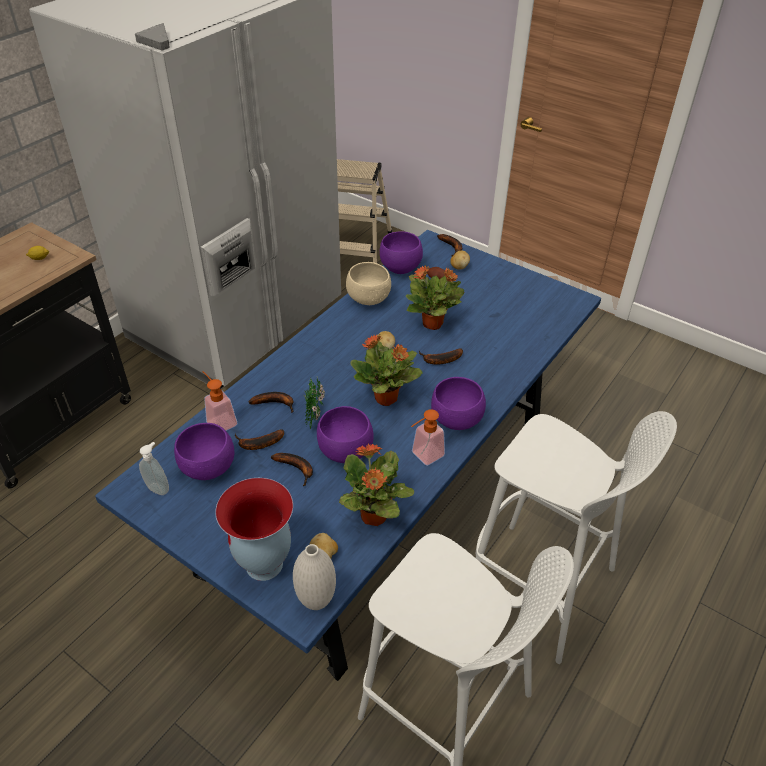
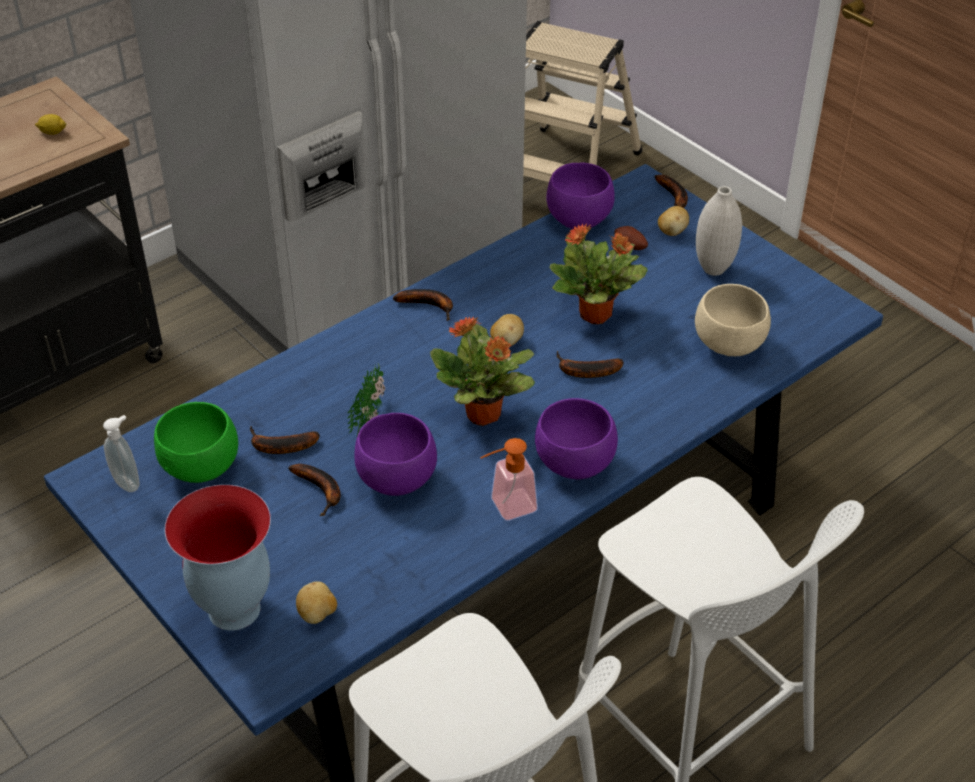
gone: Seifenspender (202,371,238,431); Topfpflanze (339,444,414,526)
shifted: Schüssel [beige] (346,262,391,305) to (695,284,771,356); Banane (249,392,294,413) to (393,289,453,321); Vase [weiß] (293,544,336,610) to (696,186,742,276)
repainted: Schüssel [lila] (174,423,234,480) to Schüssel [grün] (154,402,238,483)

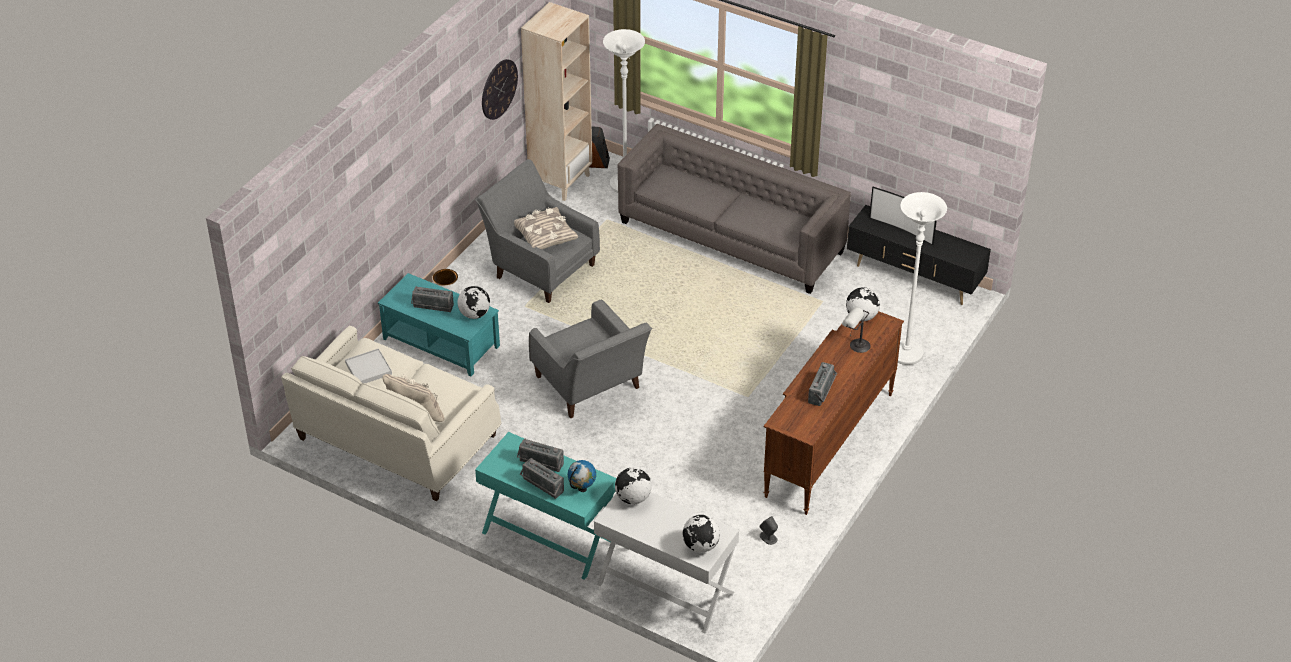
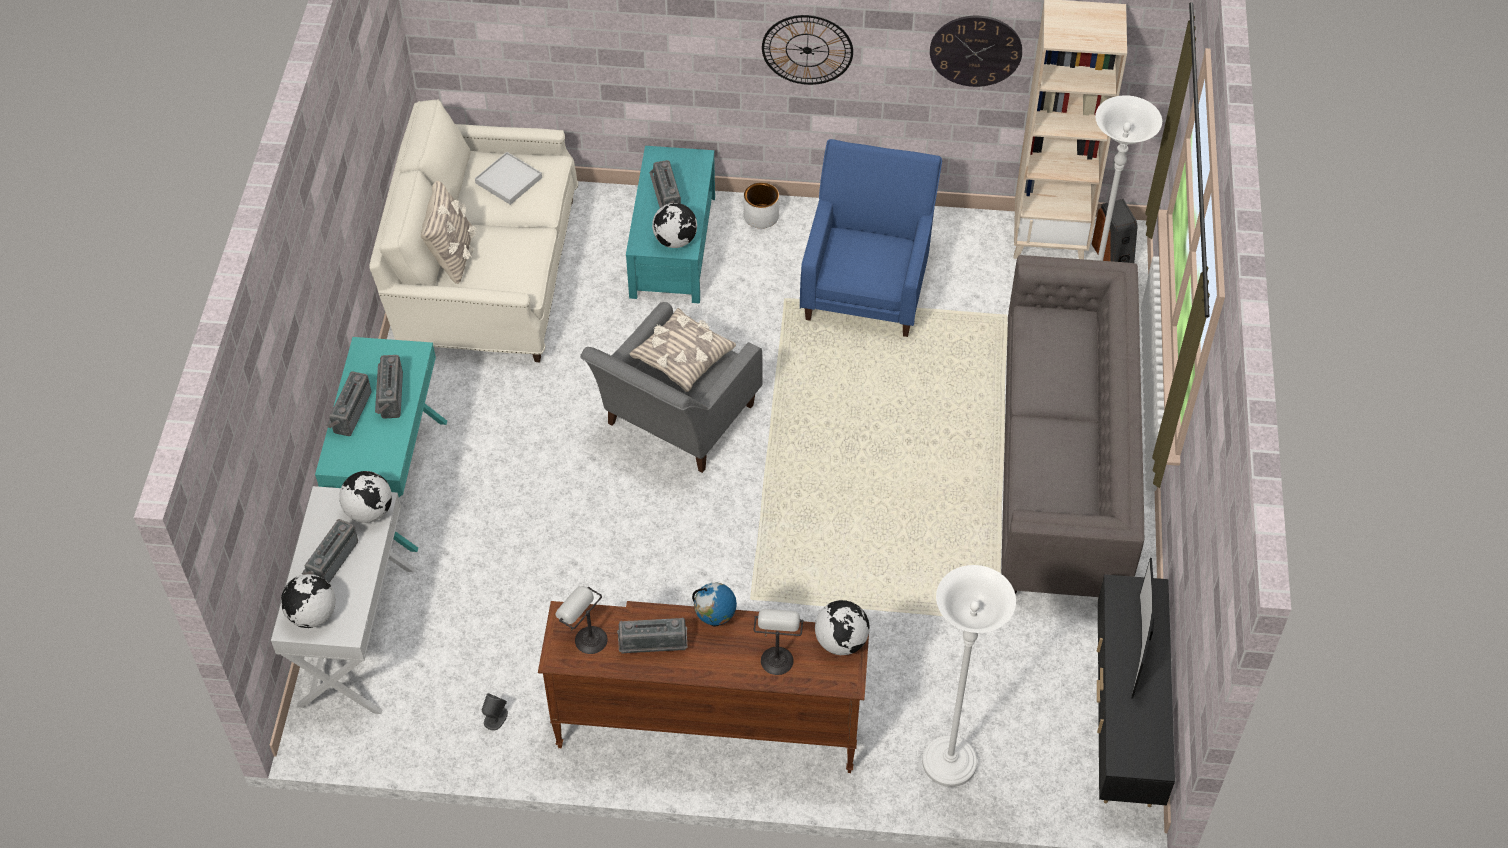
new: Wanduhr (762,15,853,85); Radio (302,519,358,583); Tischlampe (555,586,608,654)
shifted: Kissen [beige] (514,207,578,249) to (630,308,736,392); Globus (568,460,596,492) to (692,583,737,627)
repainted: Sessel [grau] (475,159,600,303) to Sessel [blau] (800,139,942,337)

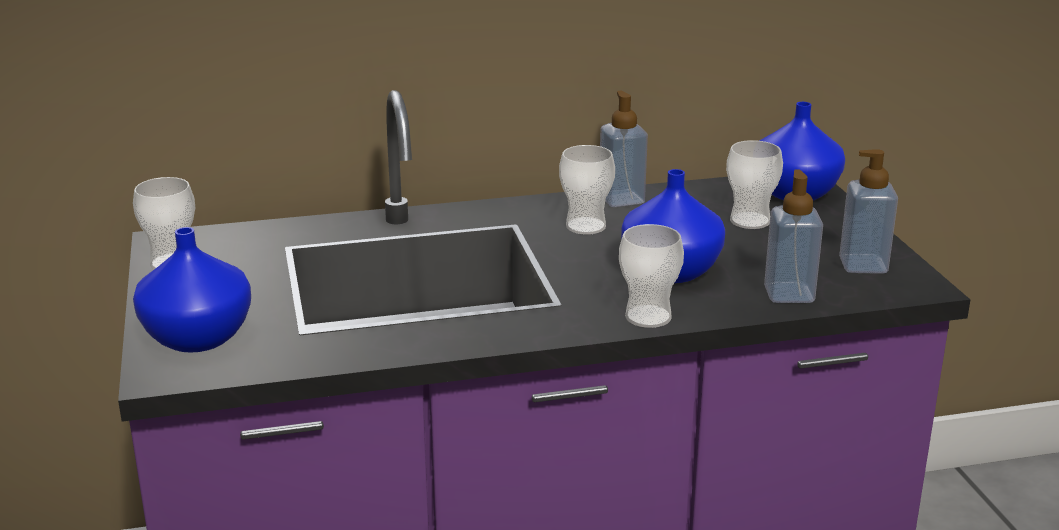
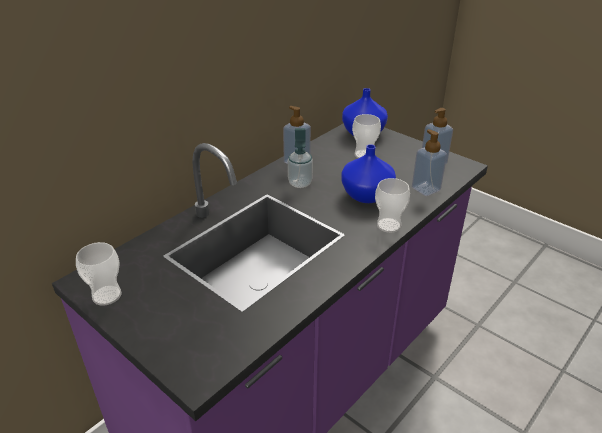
gone: Vase [blau] (133,227,251,353)
swapped: Tasse (559,145,615,235) to Seifenspender (288,128,313,188)

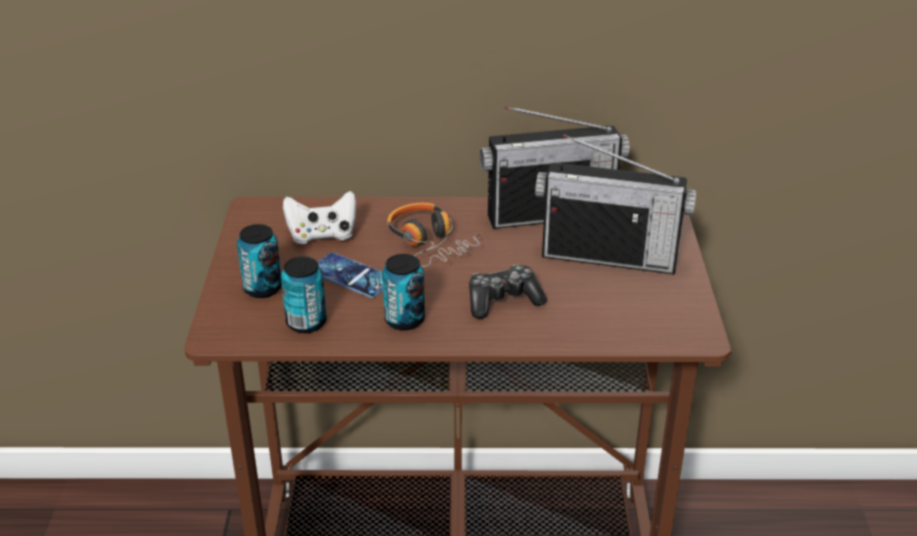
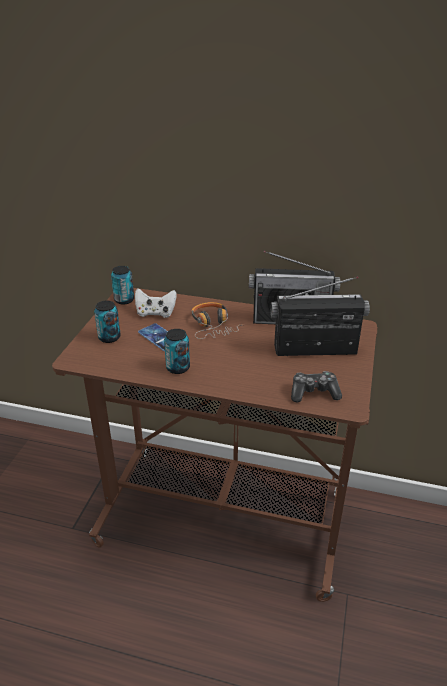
shifted: Dose (281,256,327,333) to (111,266,134,305); Gamepad (469,265,547,319) to (291,371,342,402)
rotated: Radio (535,134,697,274) = (271,276,370,356) 150 degrees clockwise

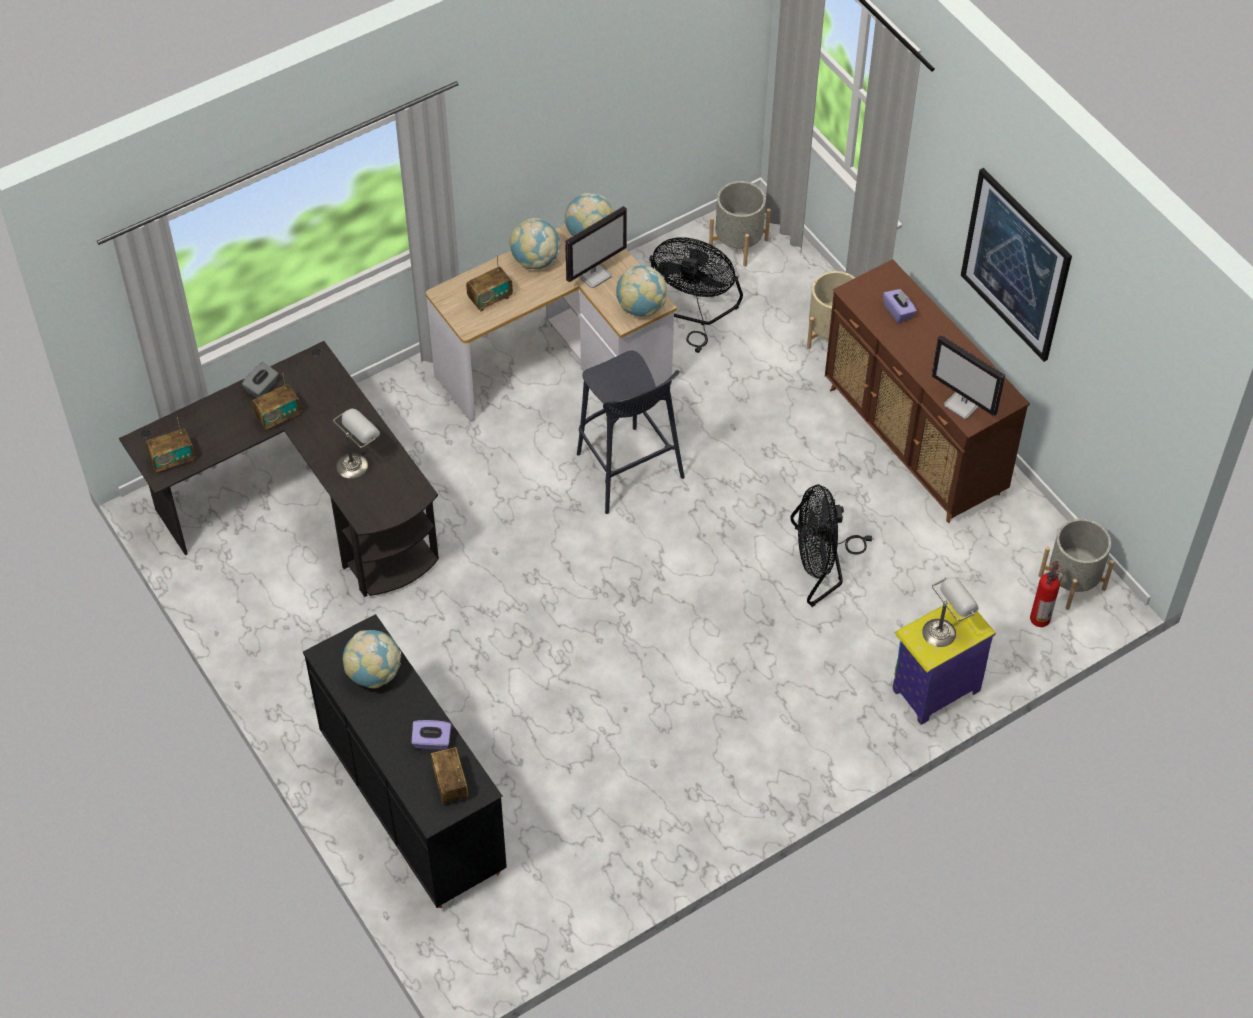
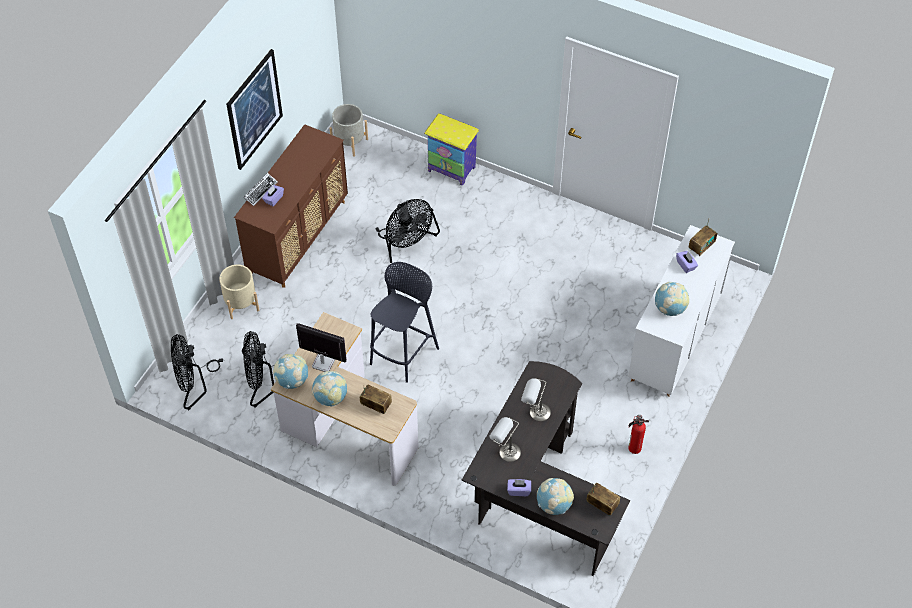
gone: Monitor (932,335,1005,419); Radio (252,373,301,430)
new: Tastatur (243,173,278,206)
shifted: Globus (616,266,667,317) to (537,478,574,515); Feuerlöscher (1030,560,1064,627) to (628,415,649,454); Tischlampe [weiß] (922,577,979,647) to (489,417,521,462)
swapped: Pflanzkübel [grau] (709,181,771,267) to Ventilator [schwarz] (171,334,224,410)
repainted: Taschentuchbox [grau] (242,362,278,398) to Taschentuchbox [lila] (507,479,531,496); Schrank [schwarz] (303,614,507,908) to Schrank [weiß] (628,225,735,397)

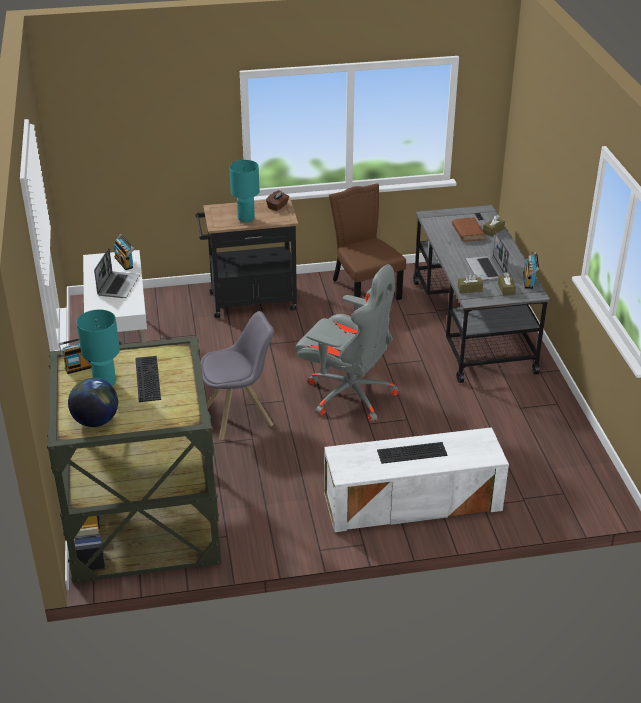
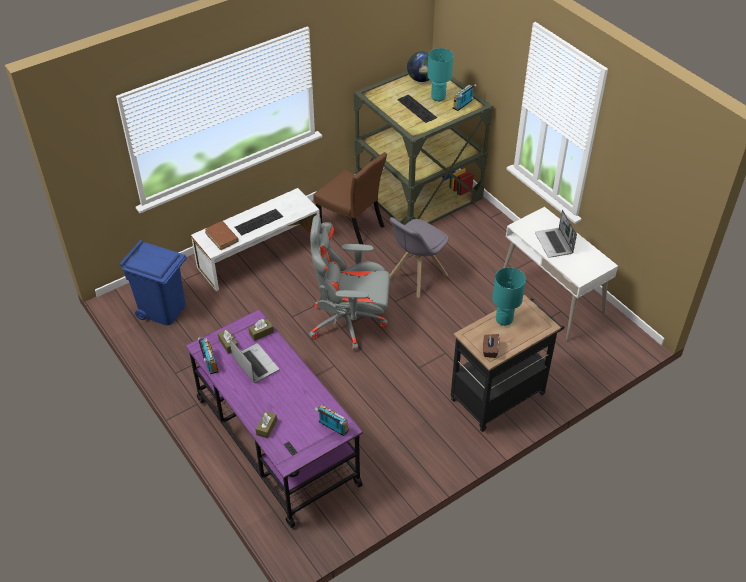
new: Mülleimer [blau] (120,240,187,325)
shifted: Stuhl [braun] (329,183,406,311) to (313,152,387,244); Buch [braun] (452,217,485,241) to (205,221,239,250); Radio (114,234,134,270) to (315,405,349,436)
repainted: Schreibtisch [grau] (413,205,551,383) to Schreibtisch [lila] (185,309,363,528)

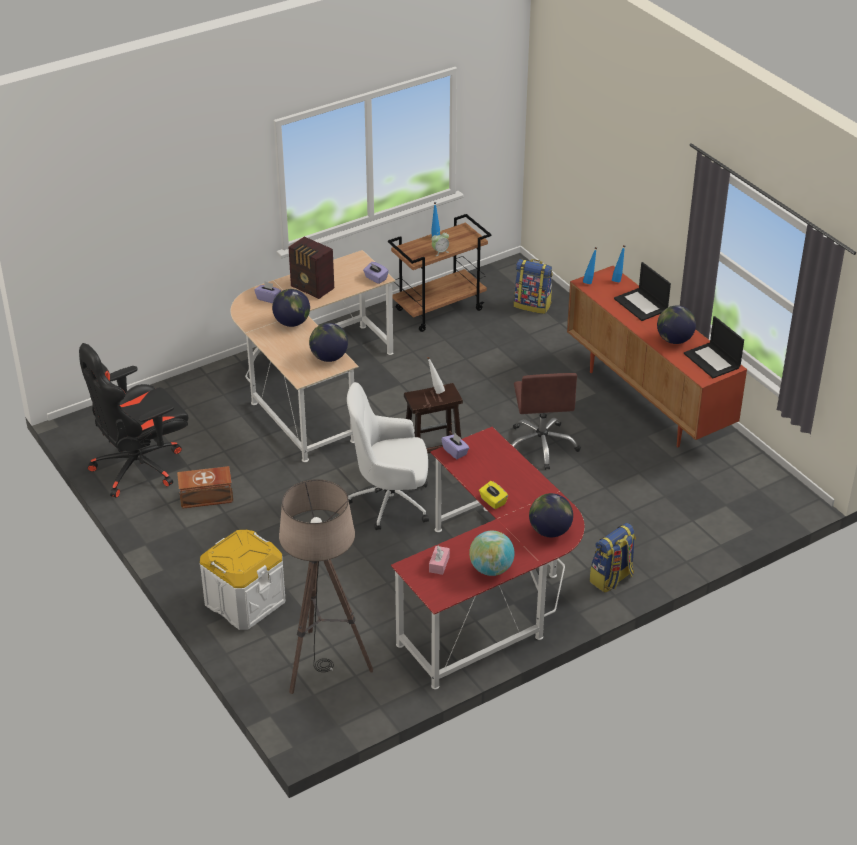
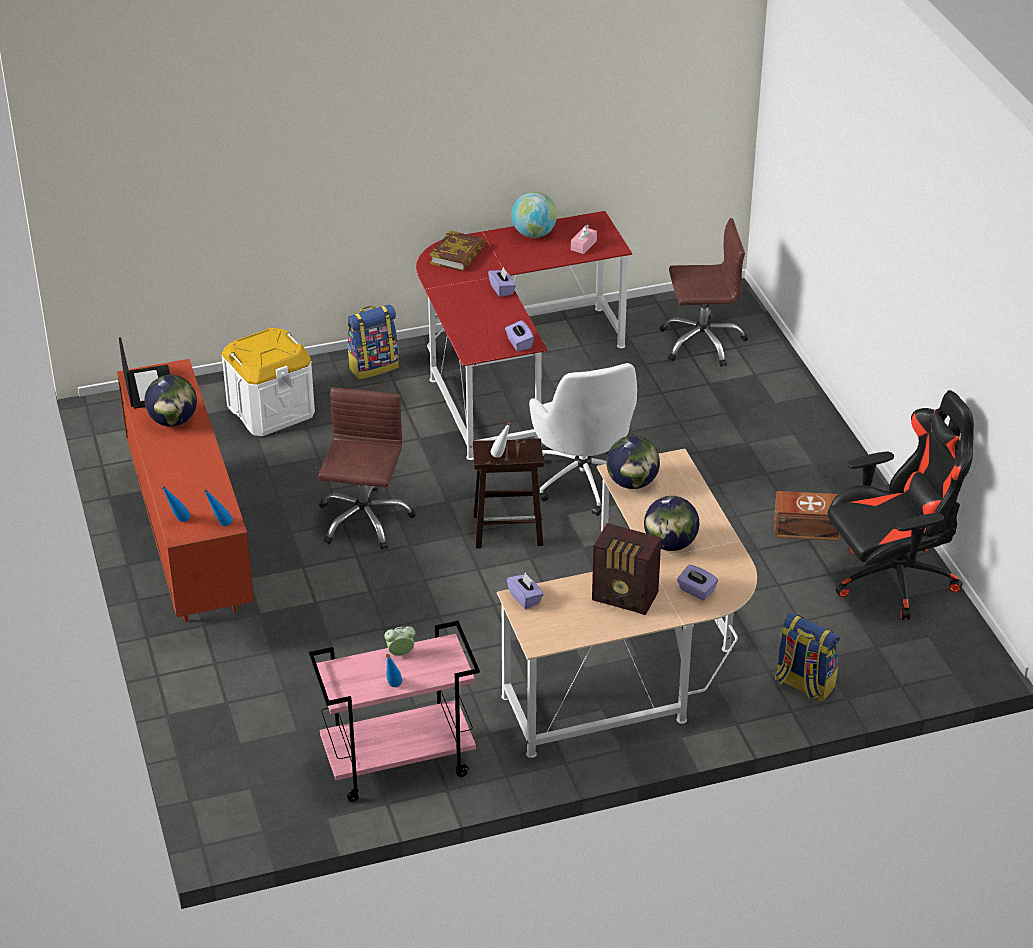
gone: Laptop (614,262,671,321)
shifted: Rucksack (514,259,553,314) to (775,613,840,702); Aufbewahrungsbox [weiß] (200,530,285,630) to (221,328,315,436)
swapped: Stehlampe (279,479,373,694) to Bürostuhl [braun] (660,218,748,367); Globus (529,493,573,537) to Buch (429,230,485,272)
repainted: Rollwagen [braun] (388,214,491,332) to Rollwagen [rosa] (309,621,480,802); Taschentuchbox [gelb] (479,481,508,509) to Taschentuchbox [lila] (488,267,516,297)
rotated: Radio (289,237,334,299) = (592,523,661,615) 150 degrees clockwise; Bürostuhl [weiß] (347,382,429,530) = (529,363,637,516) 60 degrees clockwise

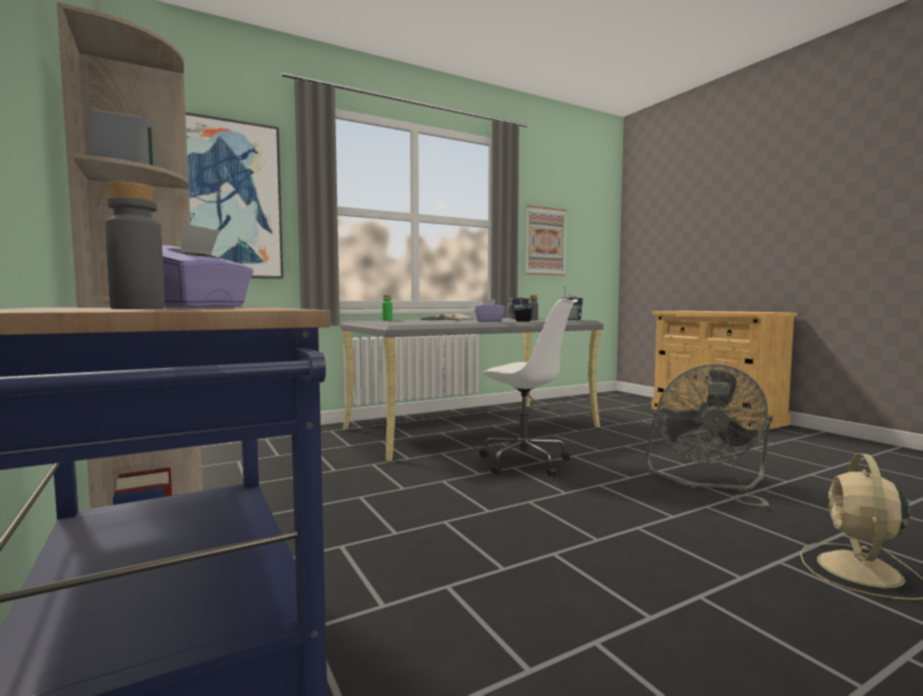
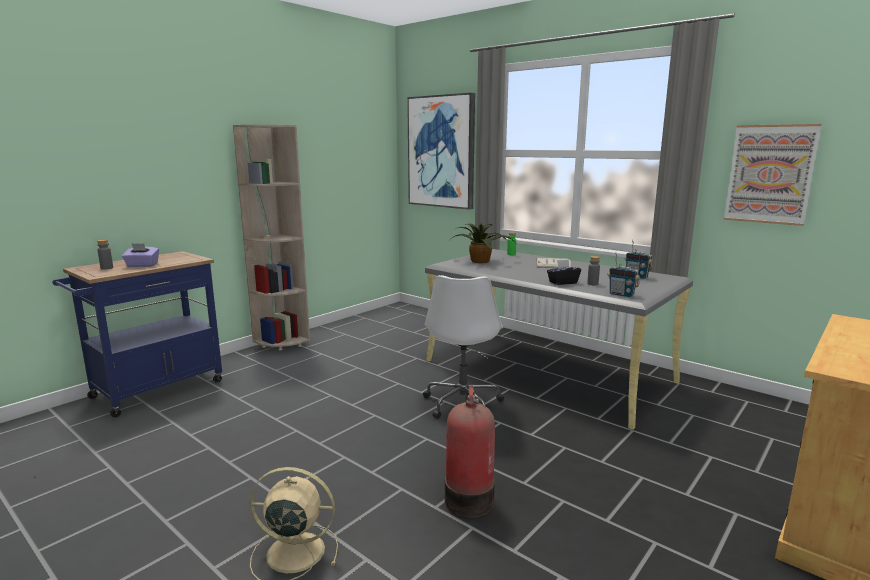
gone: Taschentuchbox [lila] (474,299,505,322)
new: Topfpflanze (450,223,516,263)
swapped: Ventilator [grau] (646,364,773,510) to Feuerlöscher (445,385,495,518)

